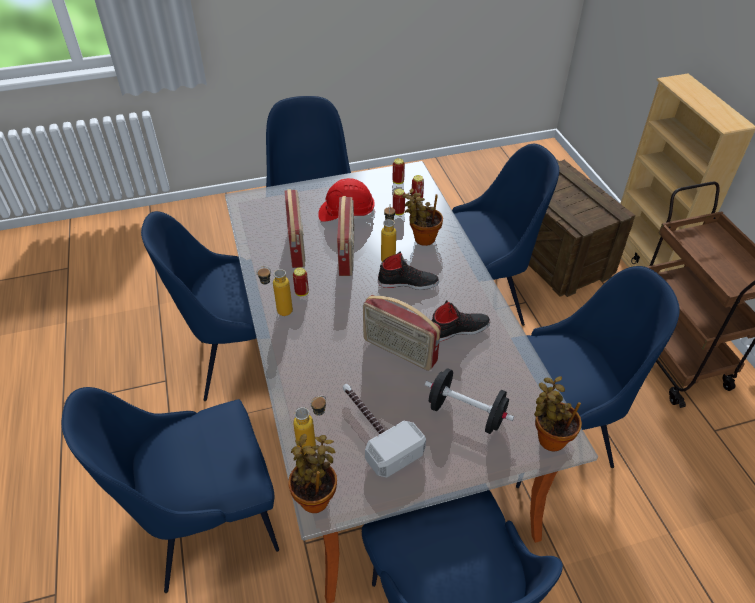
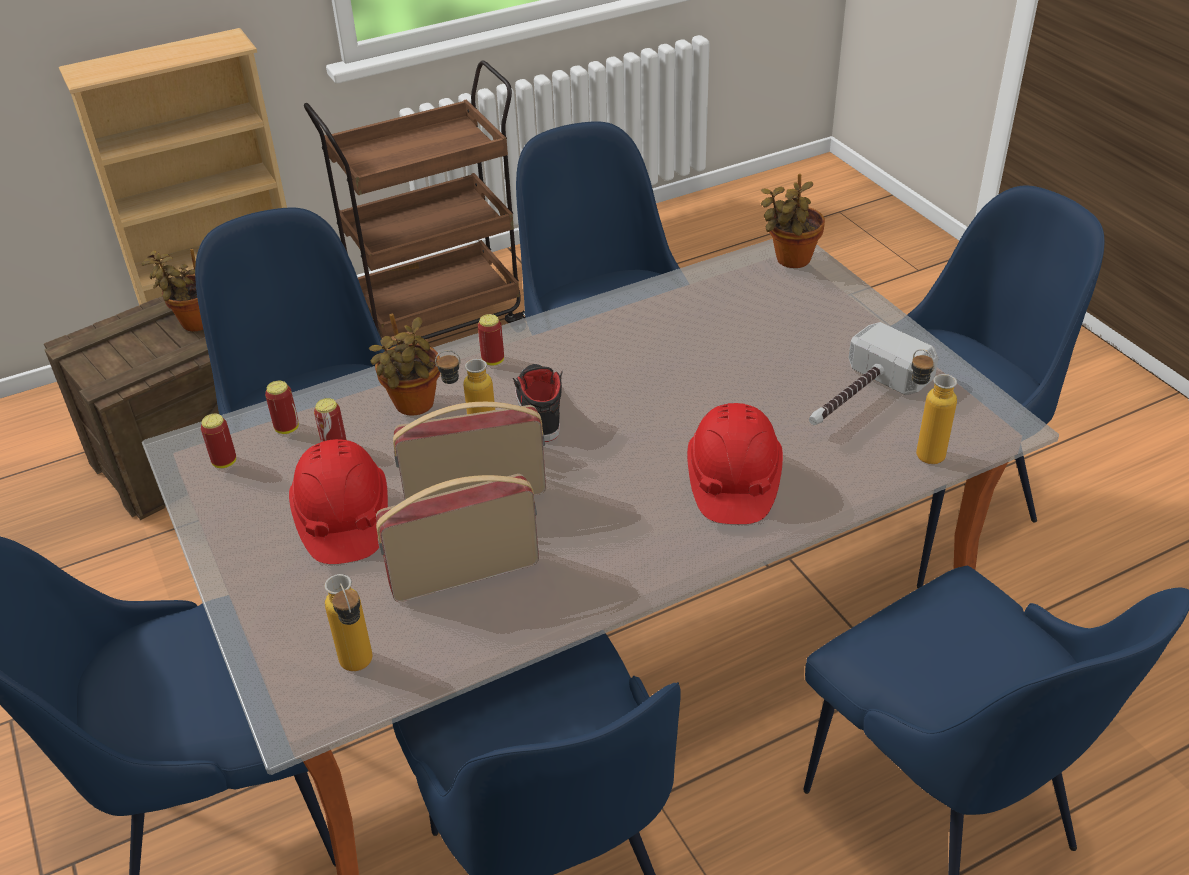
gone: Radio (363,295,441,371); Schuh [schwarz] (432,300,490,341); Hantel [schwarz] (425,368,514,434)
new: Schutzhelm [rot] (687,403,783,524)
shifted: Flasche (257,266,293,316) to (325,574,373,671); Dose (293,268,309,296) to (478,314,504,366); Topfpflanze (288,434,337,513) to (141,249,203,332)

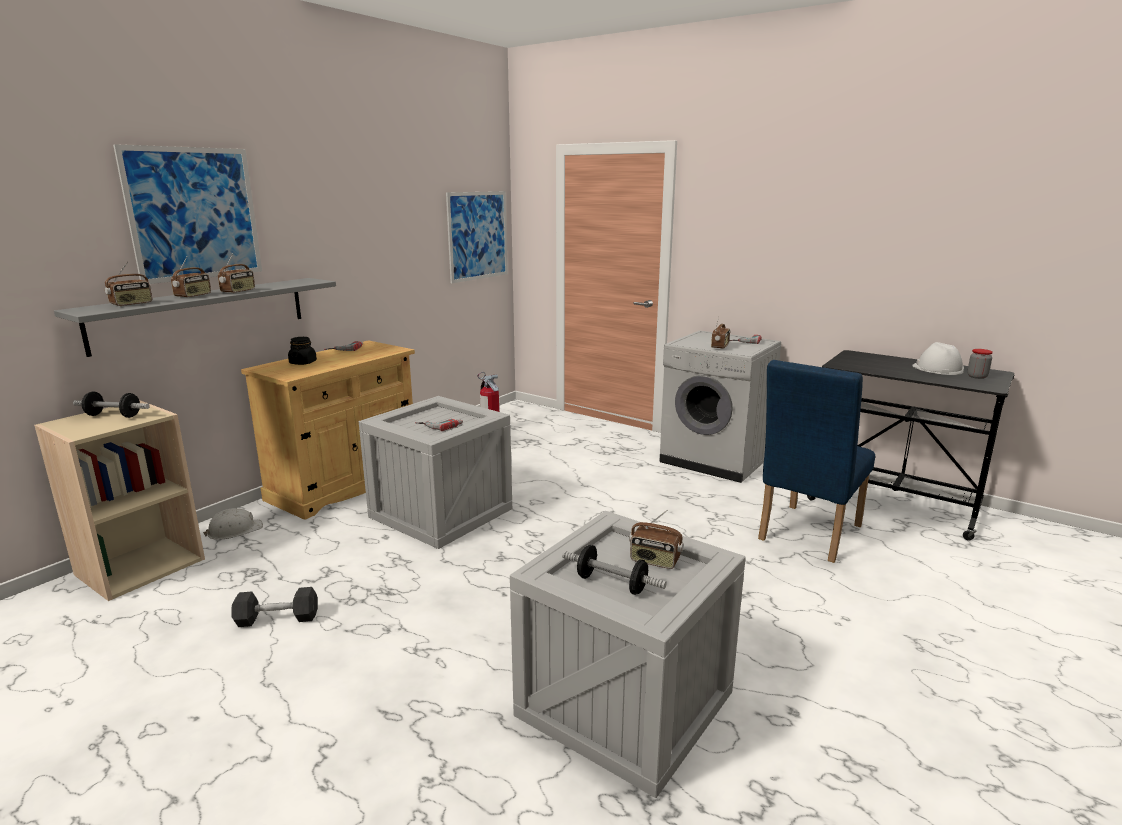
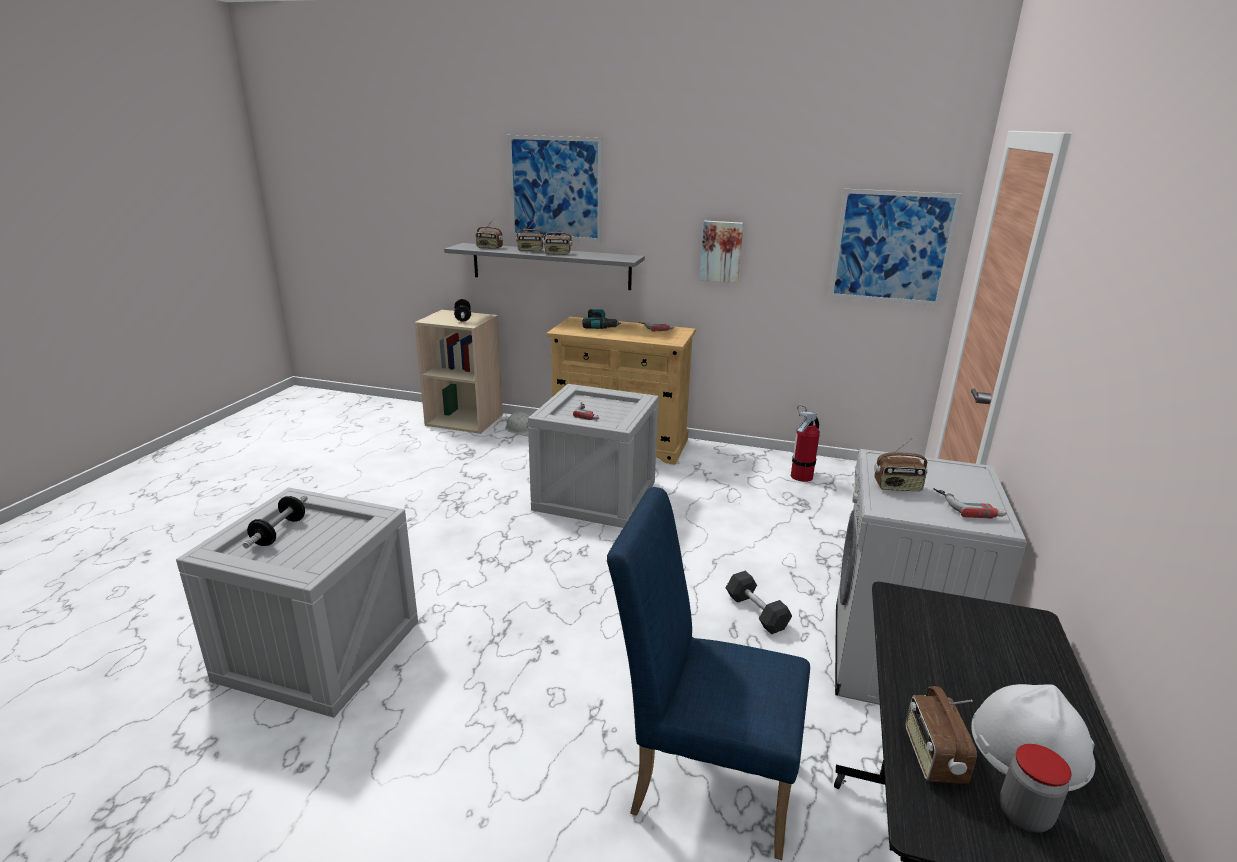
new: Bild (700,221,743,283)
shifted: Radio (629,509,684,569) to (906,686,977,784); Hantel [grau] (231,587,318,627) to (726,571,792,634)
swapped: Vorratsglas [schwarz] (288,337,317,365) to Bohrmaschine (582,309,621,329)

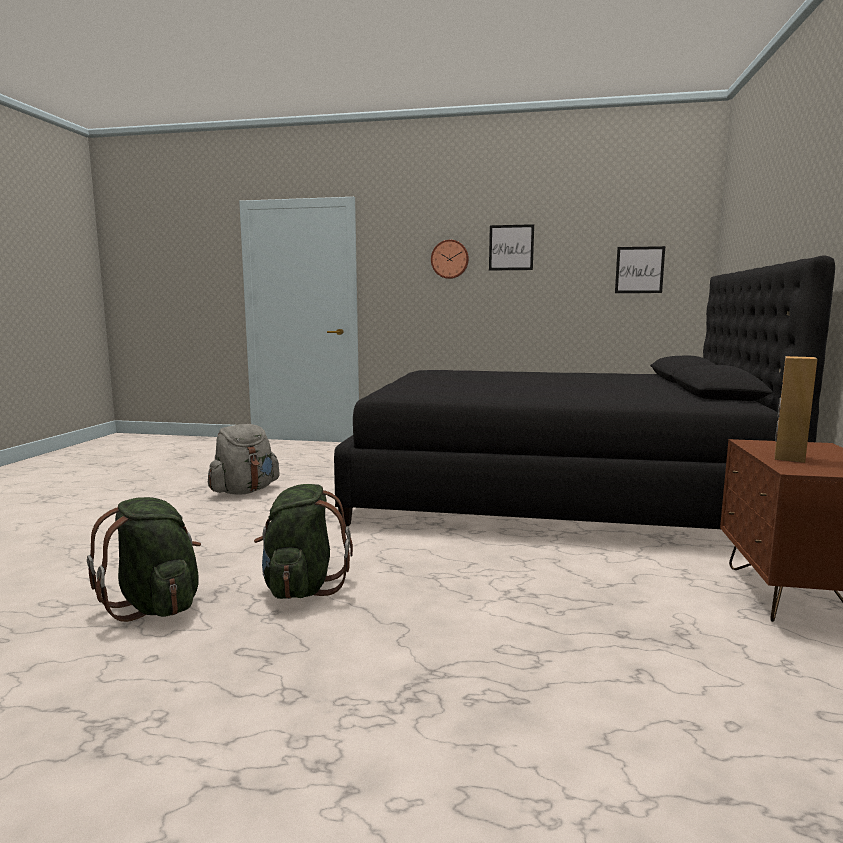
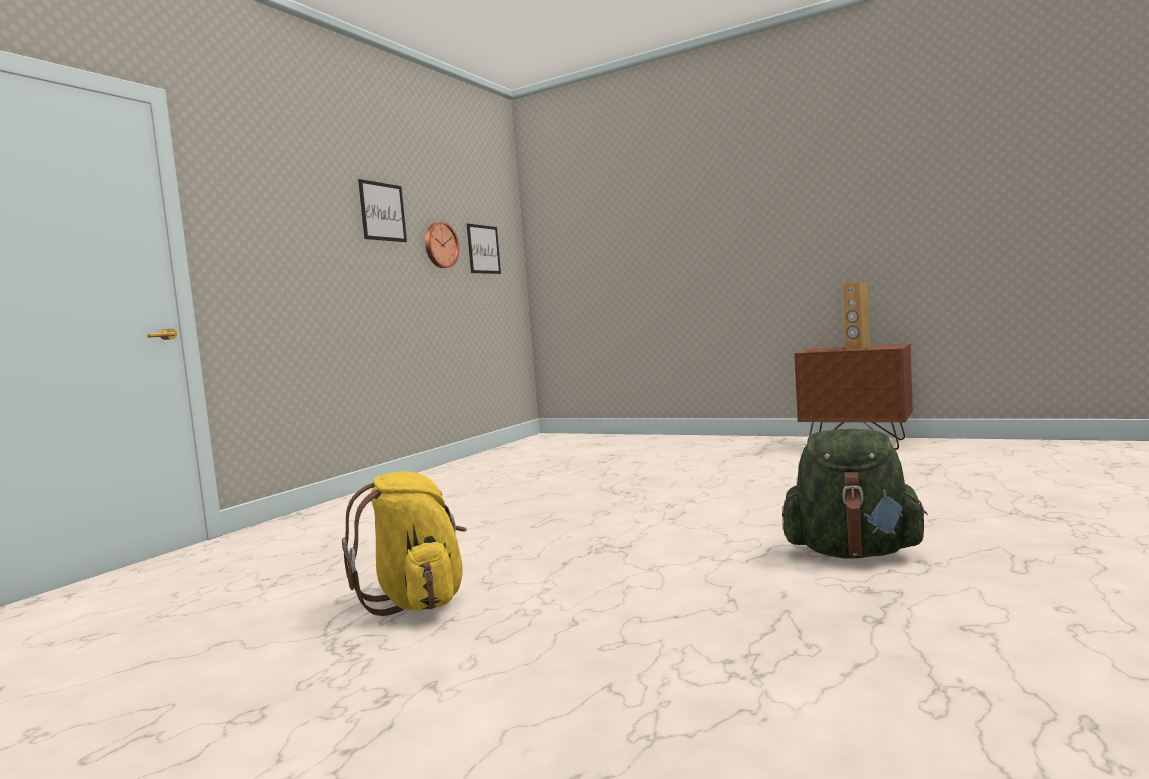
gone: Bett [schwarz] (334,255,835,529); Rucksack [grün] (87,497,201,622)
shifted: Wanduhr (431,240,469,279) to (425,222,459,268)
repainted: Rucksack [grau] (208,424,280,495) to Rucksack [gelb] (342,471,467,616)

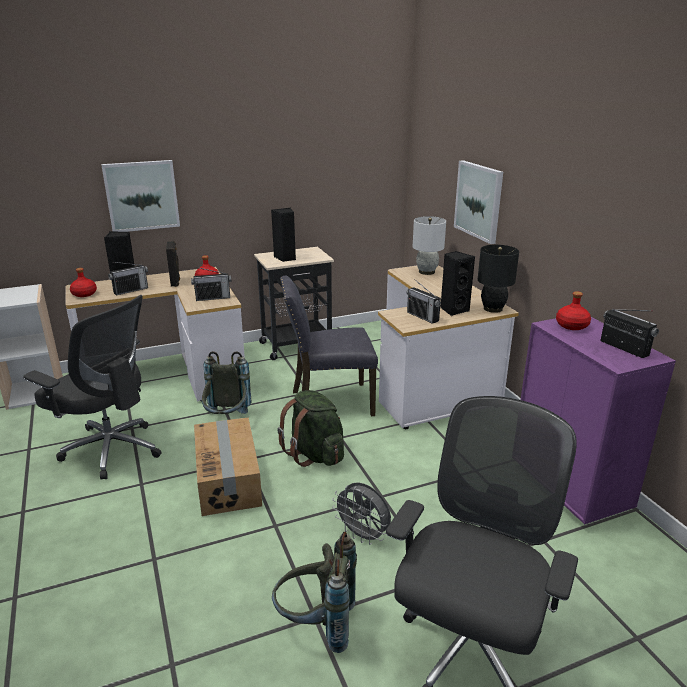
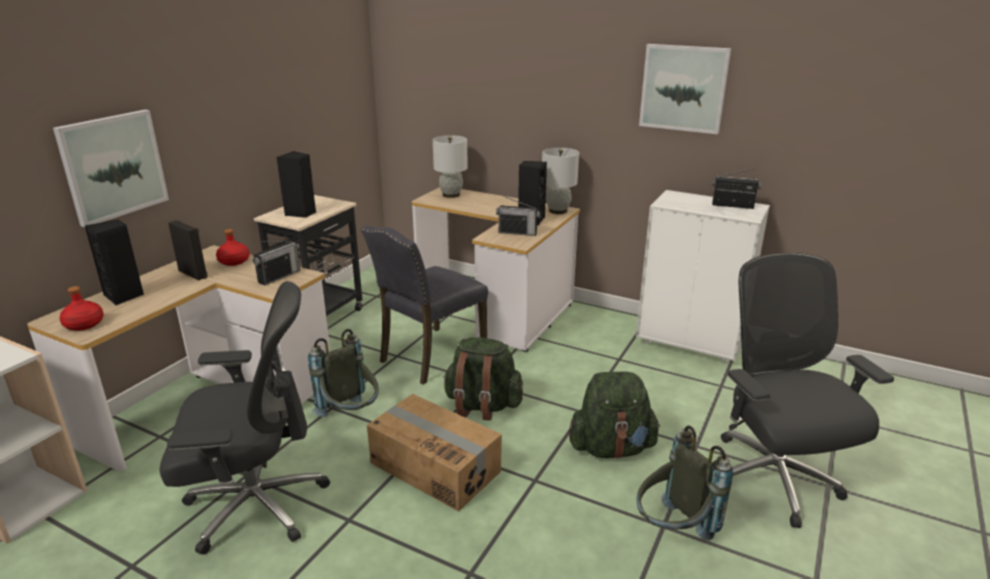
gone: Radio (108,262,148,295); Flasche [rot] (556,291,591,330)
shifted: Bild (454,160,503,244) to (639,44,731,134)
swapped: Ventilator [grau] (332,482,391,545) to Rucksack [grün] (569,372,660,459)
repainted: Tischlampe [schwarz] (478,245,519,313) to Tischlampe [weiß] (542,147,579,214); Schrank [lila] (520,317,676,524) to Schrank [weiß] (636,190,770,362)

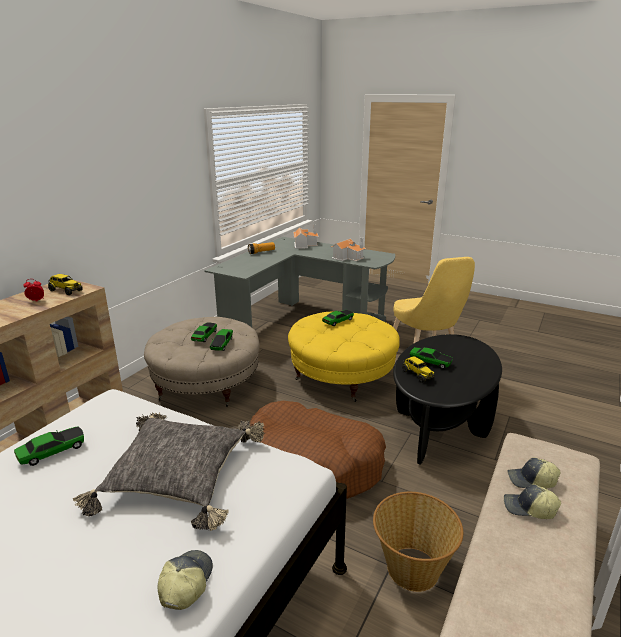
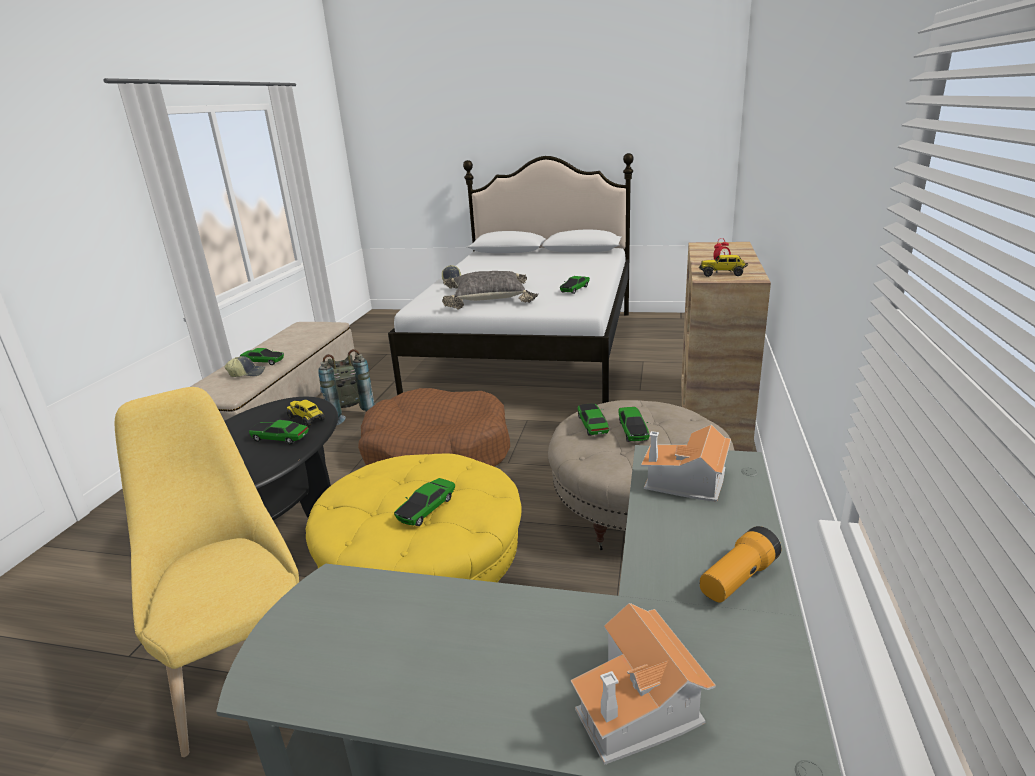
shifted: Spielzeughaus (331,237,366,261) to (641,425,731,502)
swapped: Kappe (504,484,561,519) to Spielzeugauto (240,348,284,365); Korb (373,492,463,592) to Rucksack [grau] (318,349,374,426)

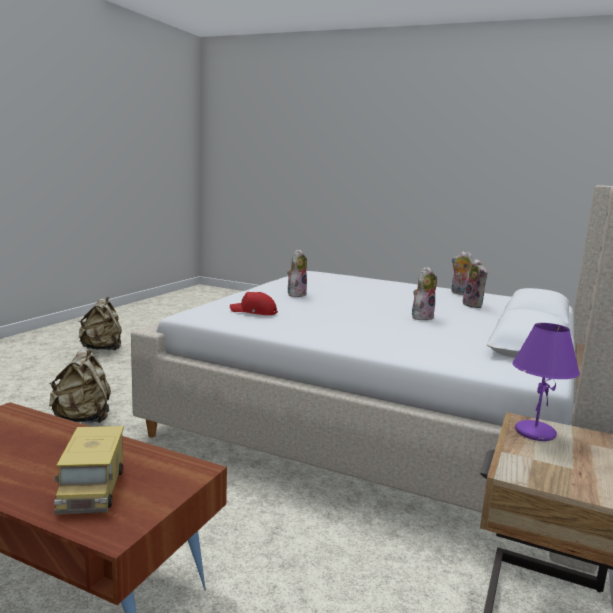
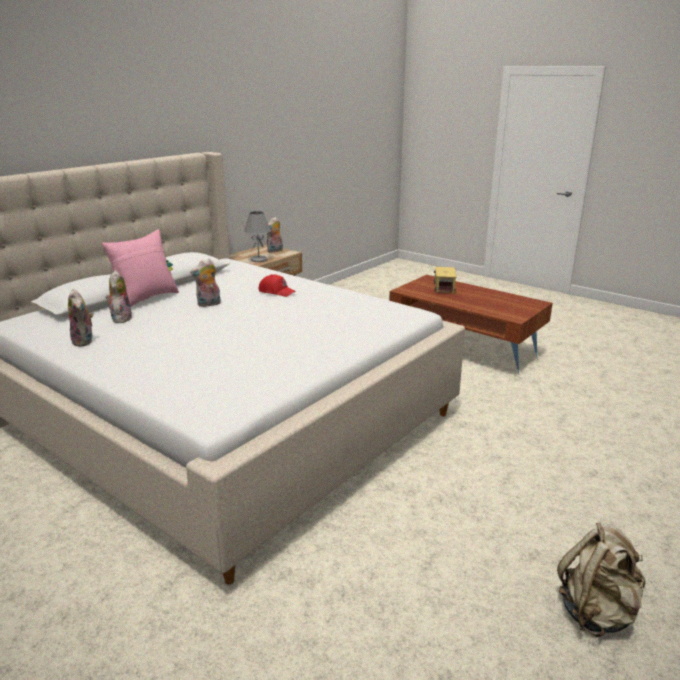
gone: Rucksack [beige] (49,349,111,423)
new: Kissen [rosa] (101,229,179,307)
shifted: Plüschtier (287,249,307,297) to (267,217,283,253); Kappe [rot] (230,292,278,315) to (258,274,296,297)
repainted: Tischlampe [lila] (512,323,580,441) to Tischlampe [grau] (244,211,271,262)

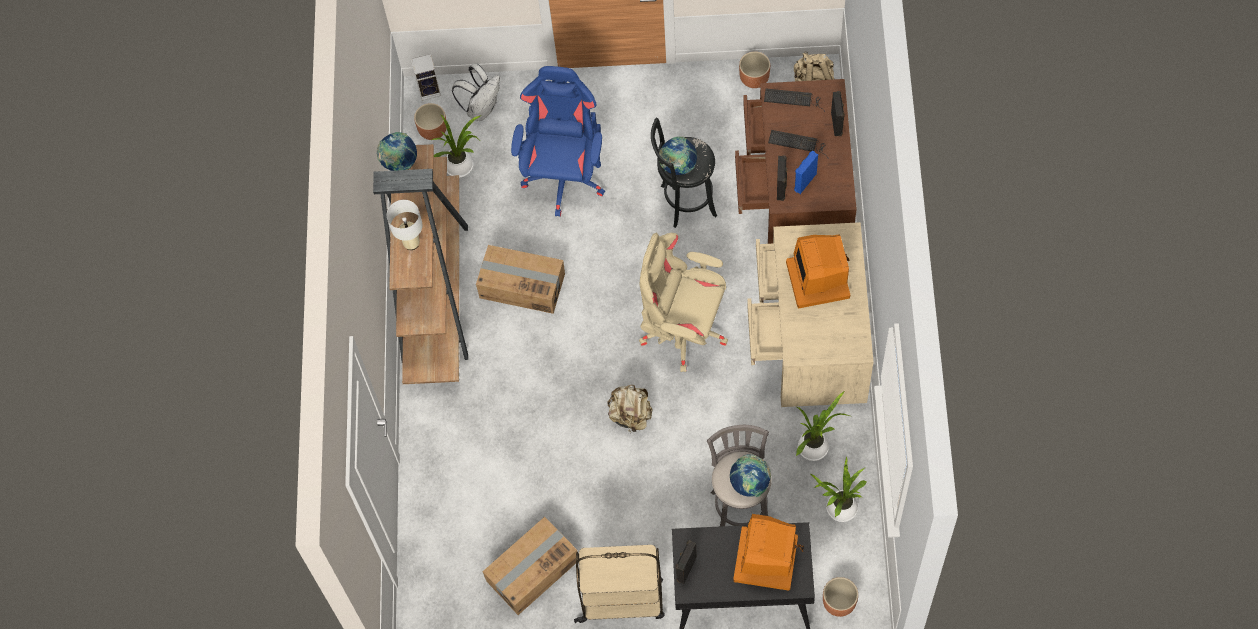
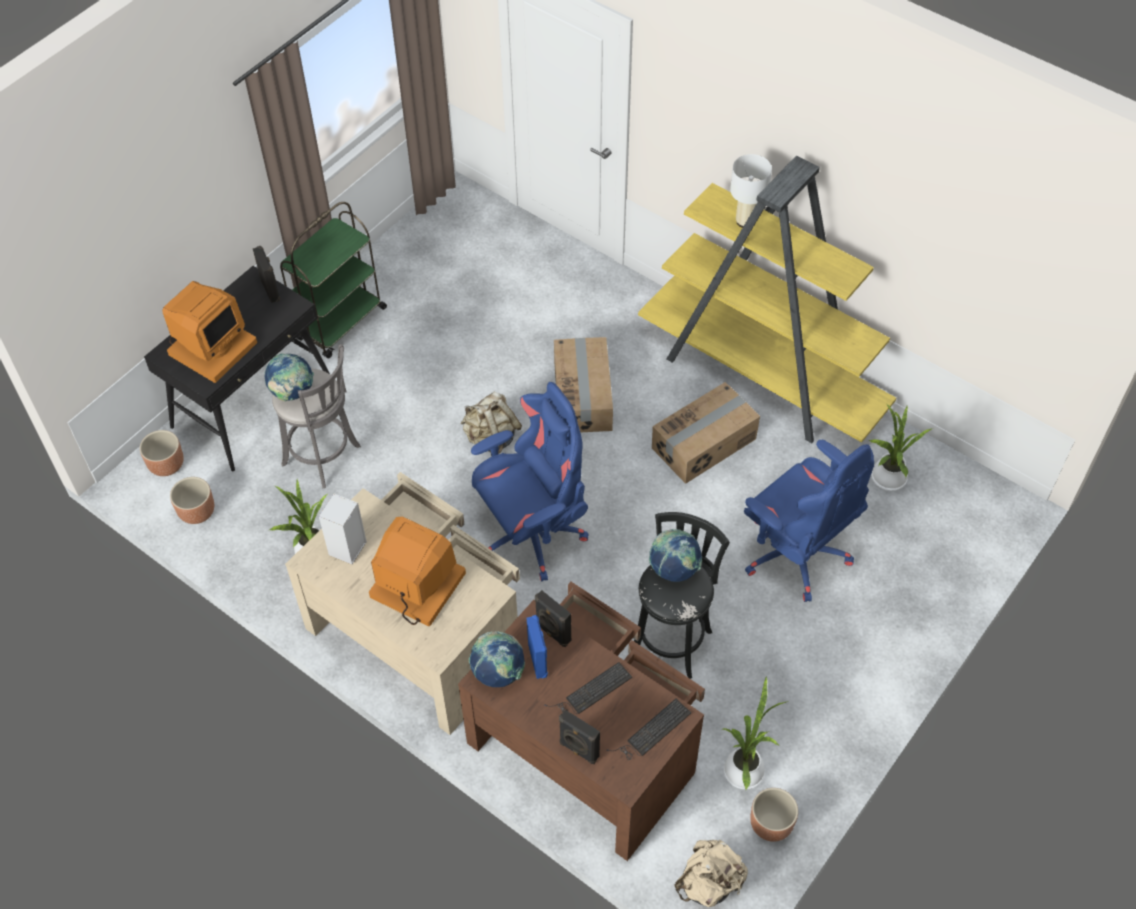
gone: Rucksack [weiß] (452,63,500,121)
shifted: Lautsprecher (411,54,441,101) to (319,494,367,565); Pflanzkübel [braun] (414,103,447,140) to (170,477,214,524); Globus (377,132,417,171) to (469,631,525,687); Topfpflanze (811,456,867,522) to (722,675,788,789); Karton (482,517,577,615) to (554,337,613,433)
repainted: Bücherregal [braun] (373,144,468,384) to Bücherregal [gelb] (638,156,896,443); Bürostuhl [beige] (639,232,728,372) to Bürostuhl [blau] (471,382,588,581); Rollwagen [beige] (574,545,665,623) to Rollwagen [grün] (280,202,387,359)
rotated: Monitor (733,514,804,591) = (162,281,257,383) 75 degrees clockwise

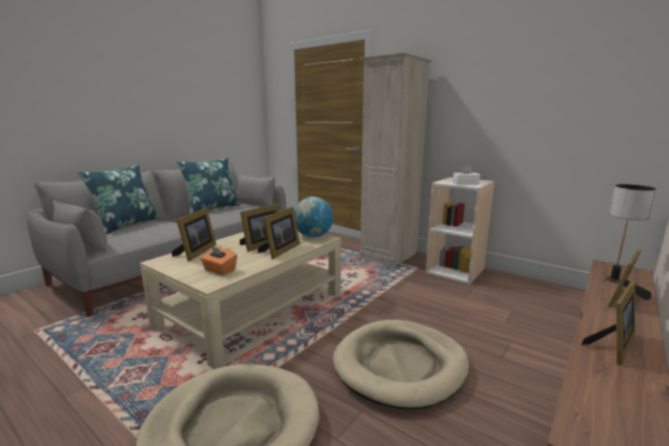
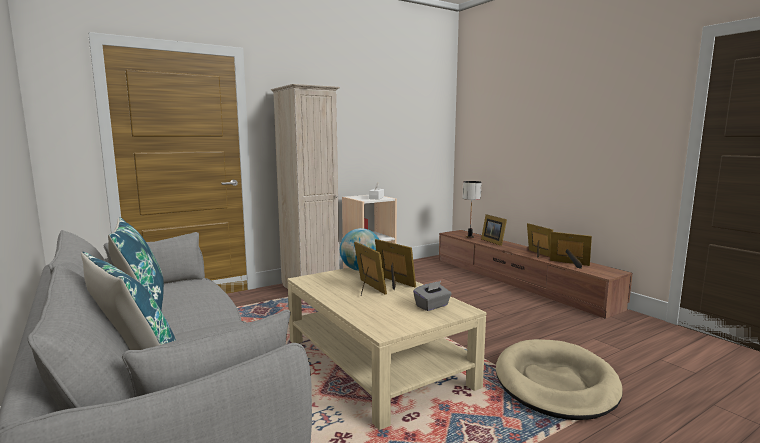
gone: Hundebett [beige] (333,320,469,409)
shifted: Bilderrahmen (172,208,216,262) to (550,232,592,269)
repainted: Taschentuchbox [orange] (200,246,237,275) to Taschentuchbox [grau] (413,281,452,311)

